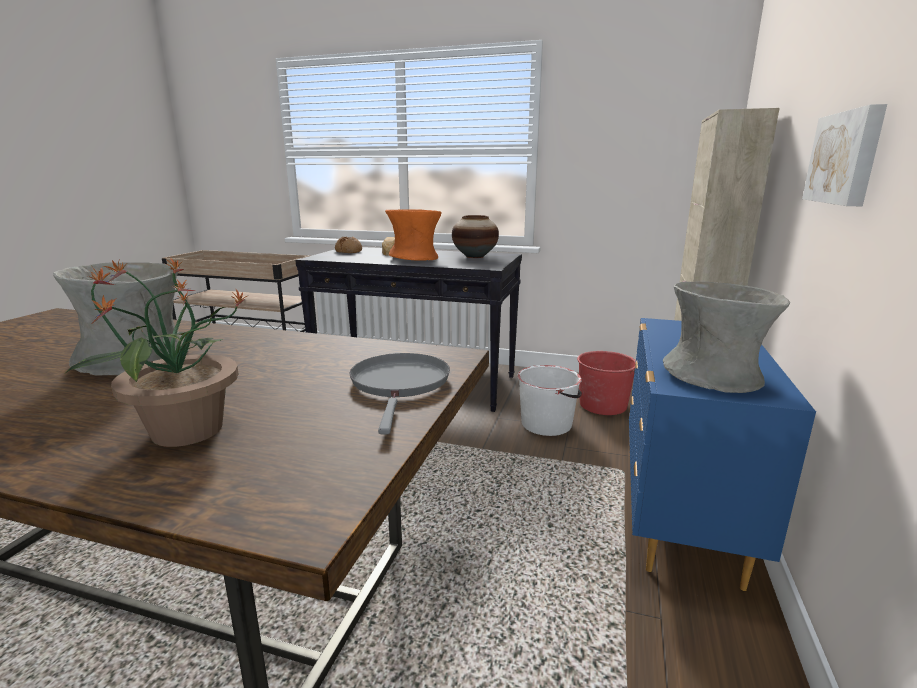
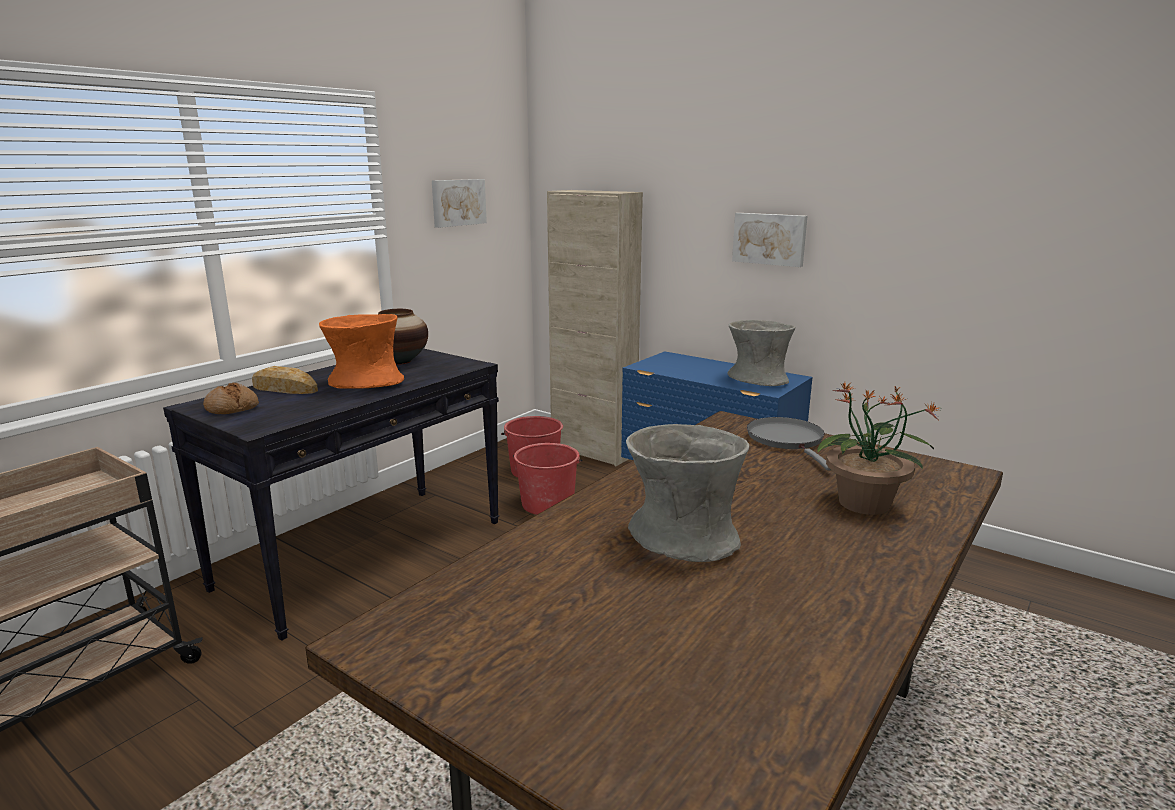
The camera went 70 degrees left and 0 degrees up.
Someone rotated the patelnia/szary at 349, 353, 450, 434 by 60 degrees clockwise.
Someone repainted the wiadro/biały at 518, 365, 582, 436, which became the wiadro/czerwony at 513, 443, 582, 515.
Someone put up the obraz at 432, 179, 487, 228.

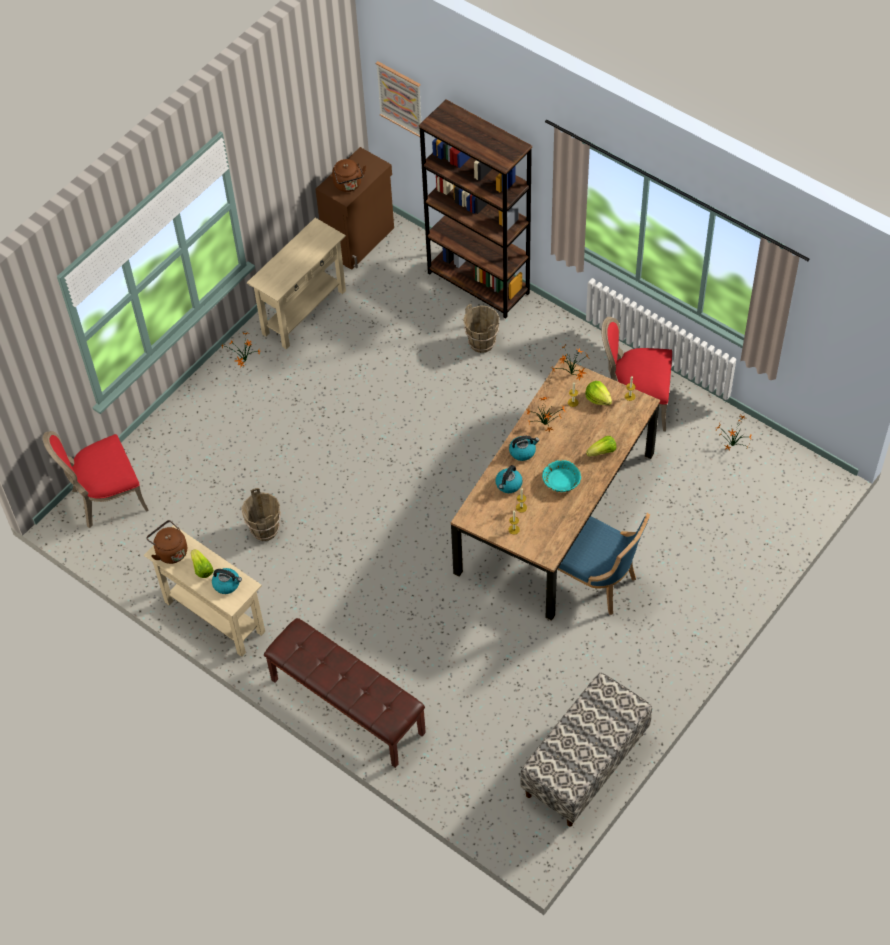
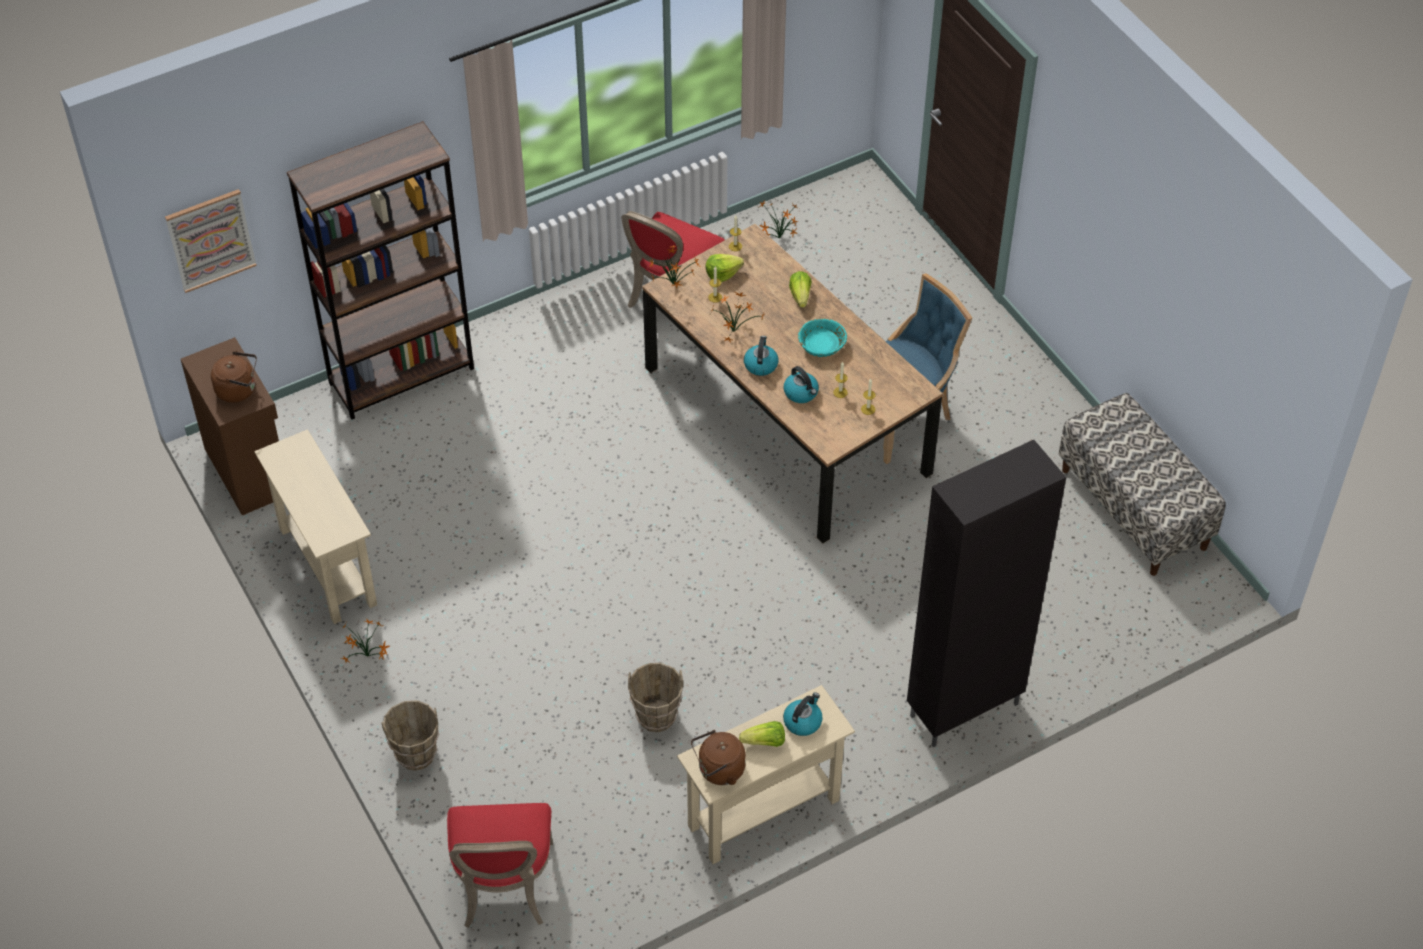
The camera went 70 degrees left and 5 degrees down.
Someone carried the wiadro/brązowy from 463, 304, 499, 353 to 381, 700, 439, 771.
Someone swapped the ławka/brązowy at 264, 618, 426, 768 for the szafka/czarny at 907, 440, 1066, 747.

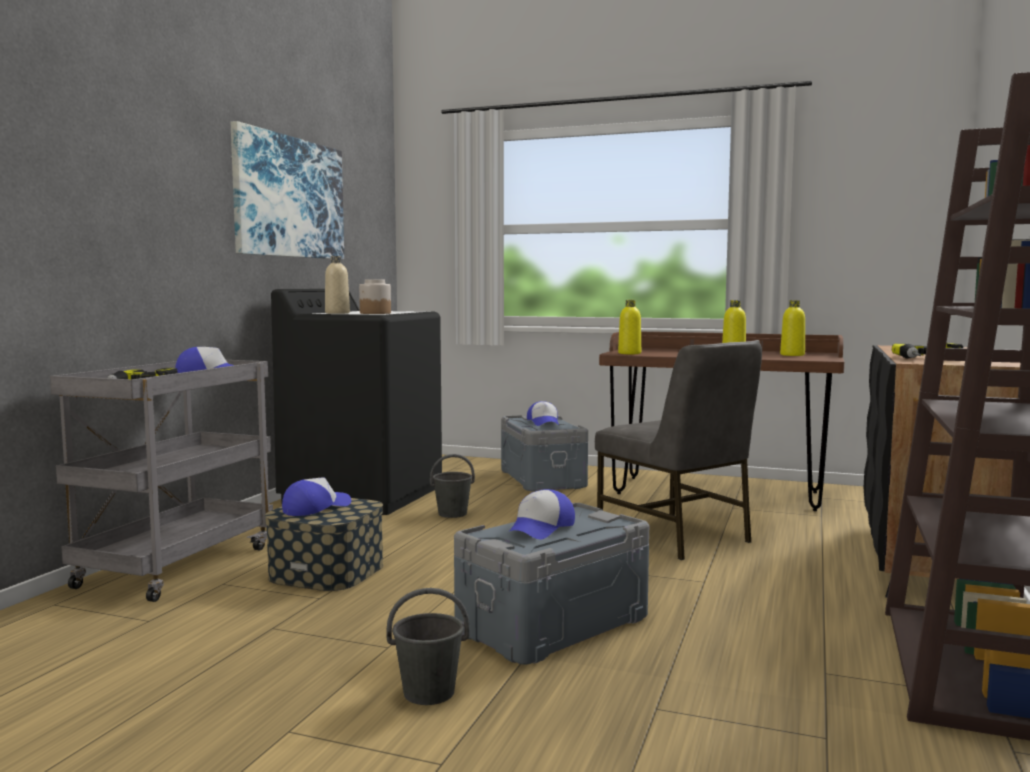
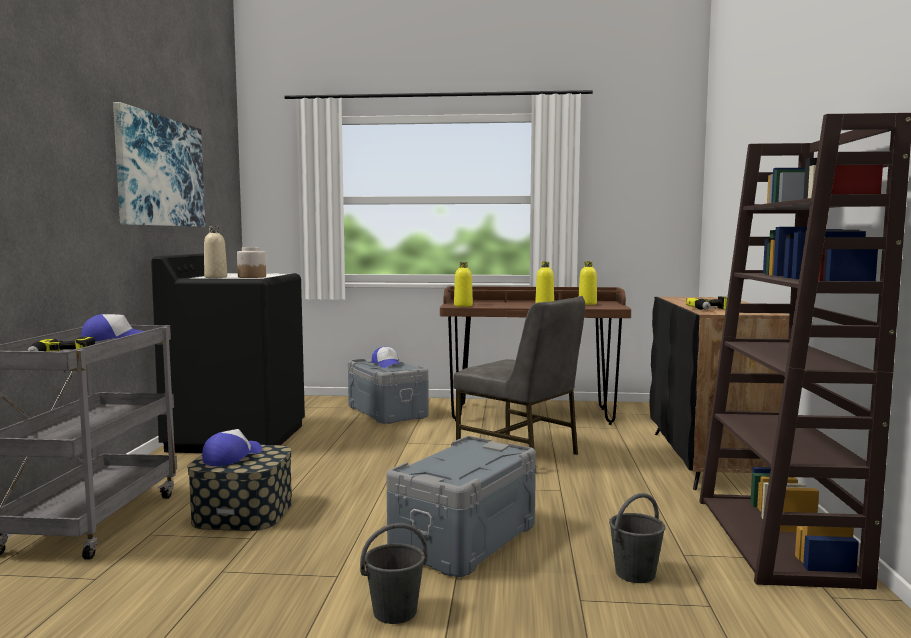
The camera went 15 degrees left and 0 degrees up.
Someone carried the wiadro/szary from 430, 454, 475, 518 to 609, 493, 665, 583.
Someone took away the czapka z daszkiem at 507, 489, 575, 539.

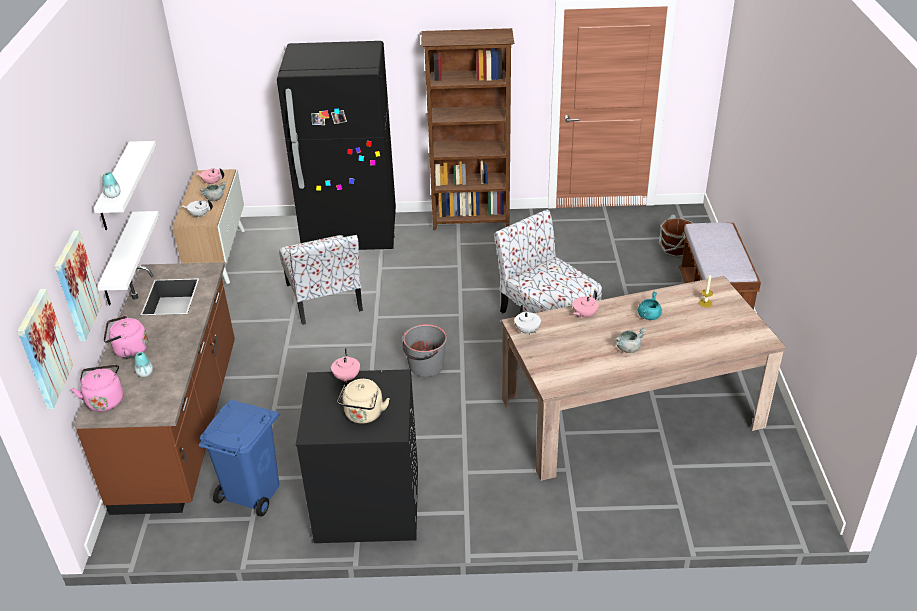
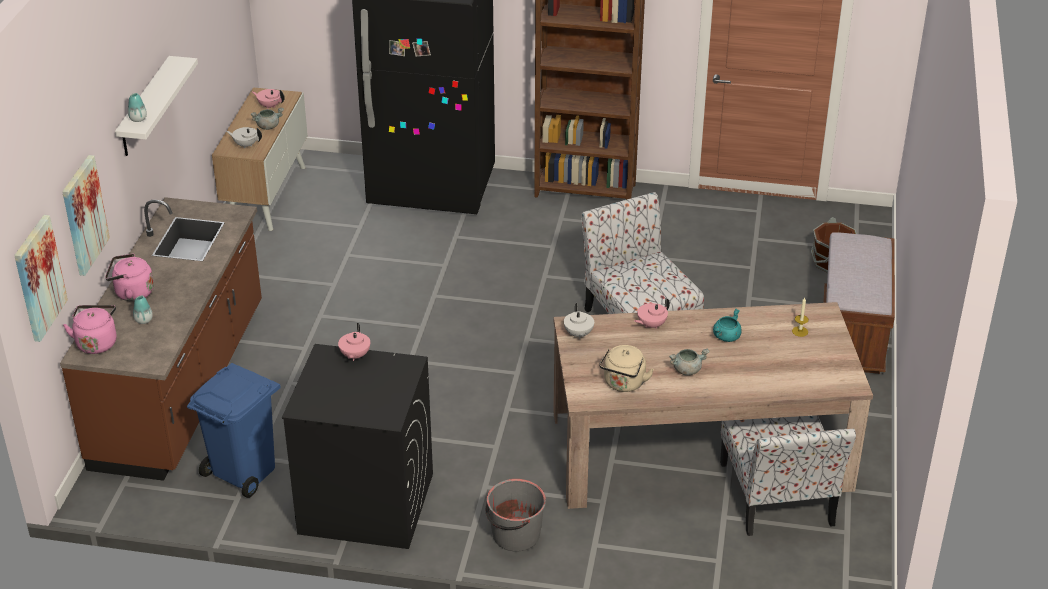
The camera went 10 degrees right and 0 degrees up.
Someone took away the półka/biały at 97, 211, 159, 306.
Someone carried the krzesło from 279, 235, 363, 325 to 720, 415, 856, 536.
Someone carried the wiadro/szary from 403, 324, 447, 377 to 486, 479, 546, 552.
Someone carried the czajnik/beżowy from 337, 379, 390, 424 to 599, 345, 654, 392.

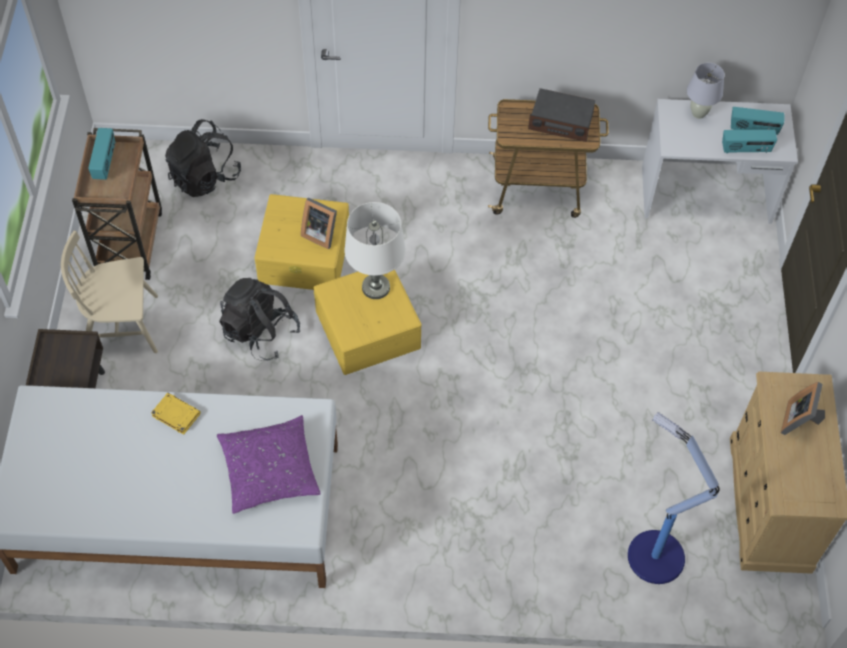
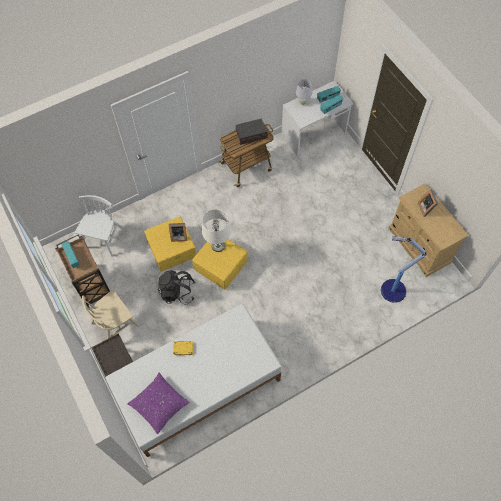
The camera went 30 degrees left and 5 degrees up.
Someone swapped the plecak/czarny at 165, 119, 241, 197 for the krzesło/biały at 75, 195, 124, 257.
Someone carried the poduszka/fioletowy from 217, 415, 321, 514 to 127, 373, 189, 434.

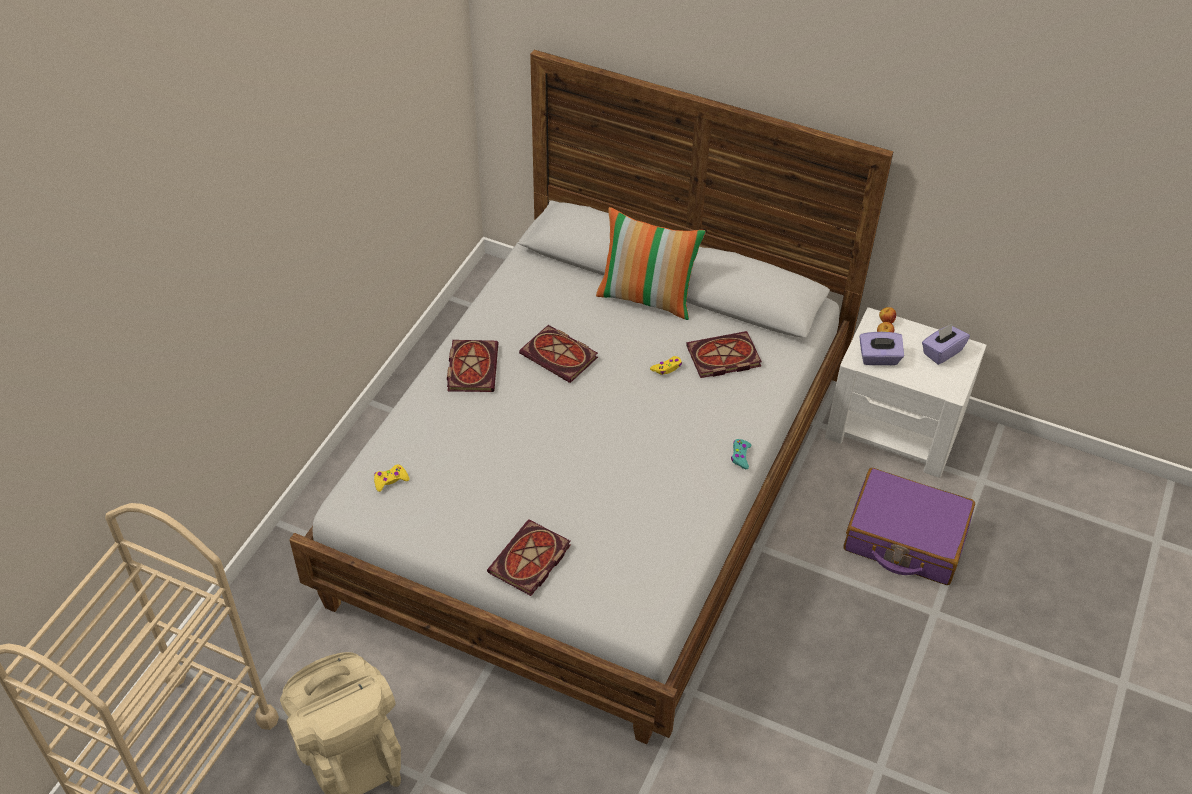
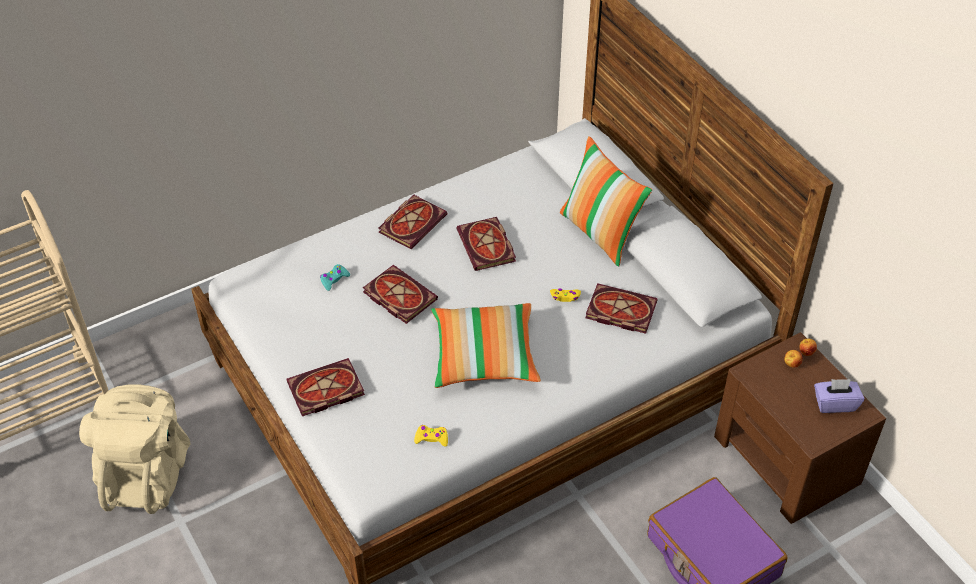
The camera went 35 degrees right and 0 degrees up.
Someone repainted the szafka nocna/biały at 825, 307, 987, 478, which became the szafka nocna/brązowy at 714, 332, 886, 524.
Someone took away the pudełko chusteczek/fioletowy at 859, 332, 904, 365.
Someone carried the pad do gier/turkusowy from 731, 439, 751, 469 to 320, 264, 350, 291.
Someone carried the pad do gier/żółty from 374, 464, 409, 492 to 414, 425, 448, 447.
Someone put down the książka at 363, 265, 438, 324.
Someone put down the poduszka at 431, 303, 541, 388.

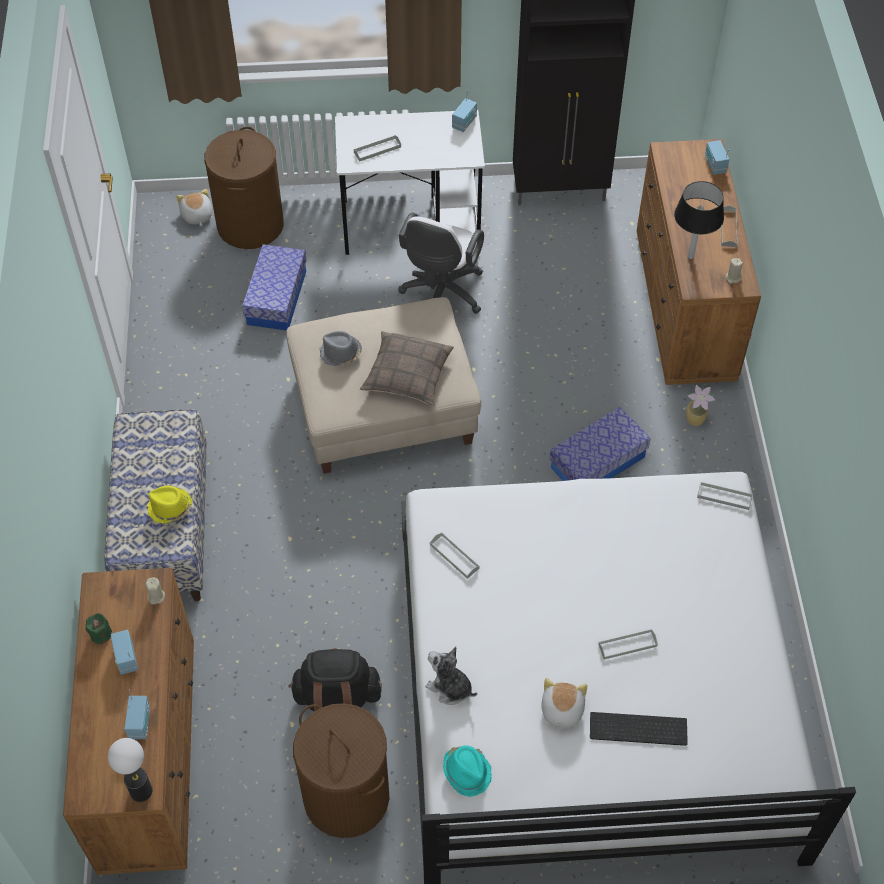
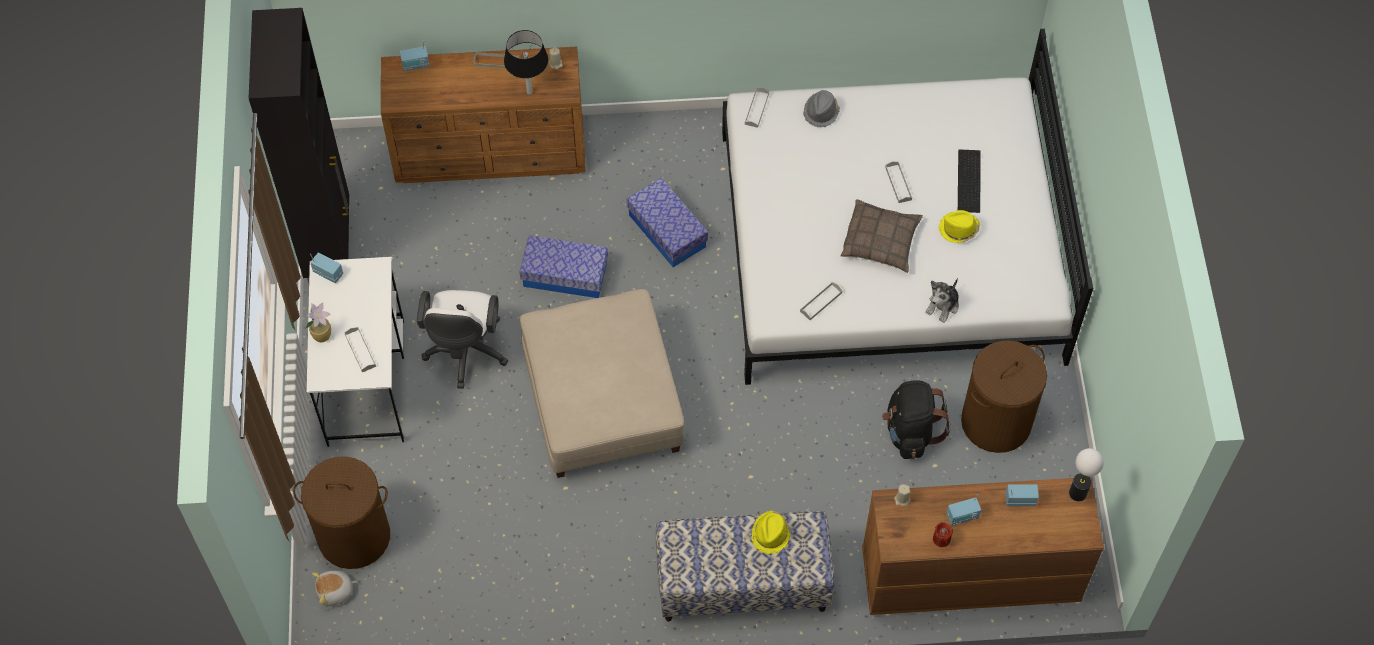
The camera went 90 degrees left and 5 degrees up.
Someone rotated the krzesło biurowe/biały at 398, 213, 484, 314 by 75 degrees clockwise.
Someone carried the pojemnik do przechowywania from 242, 244, 307, 331 to 520, 235, 608, 298.
Someone carried the kapelusz/szary from 320, 331, 362, 366 to 803, 90, 840, 127.
Someone carried the poduszka from 360, 331, 454, 406 to 841, 199, 923, 273.
Someone carried the roślina doniczkowa from 686, 385, 715, 426 to 305, 303, 331, 342.
Someone repainted the świeca/zielony at 86, 613, 112, 645, which became the świeca/czerwony at 933, 522, 953, 547.
Someone swapped the pluszak at 541, 678, 587, 733 for the kapelusz/żółty at 938, 210, 980, 243.
Someone took away the kapelusz/turkusowy at 443, 746, 492, 797.

